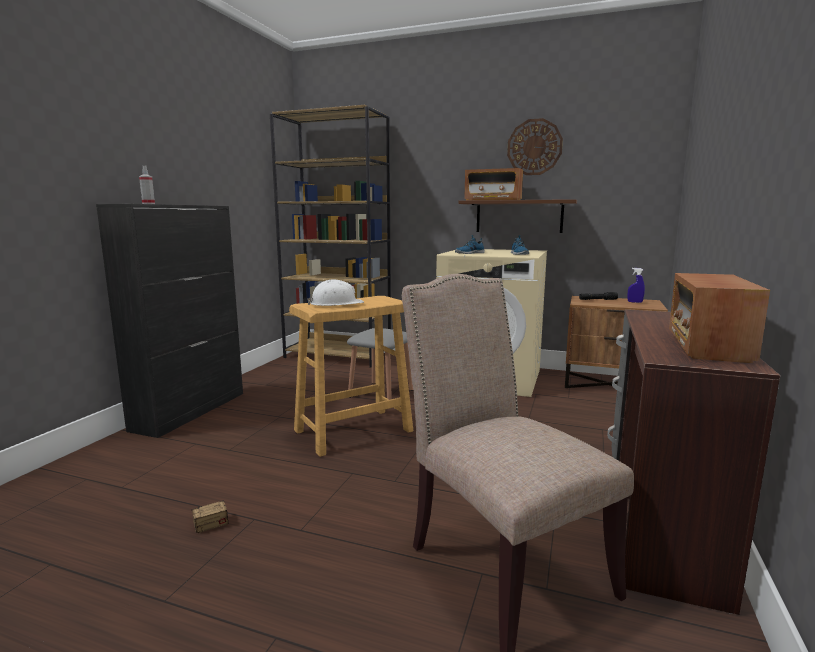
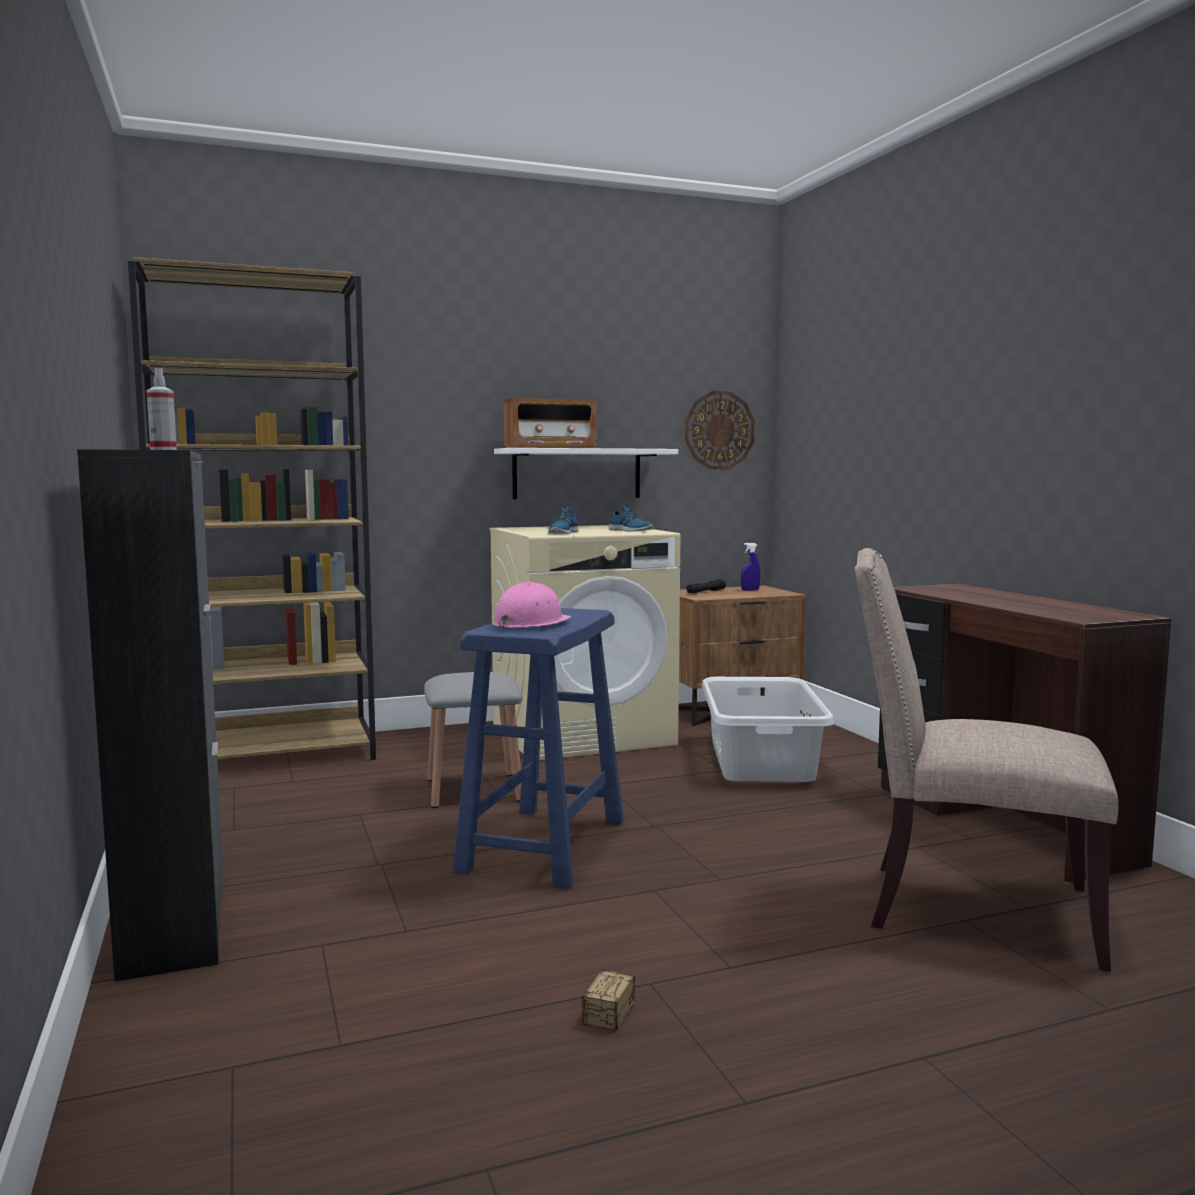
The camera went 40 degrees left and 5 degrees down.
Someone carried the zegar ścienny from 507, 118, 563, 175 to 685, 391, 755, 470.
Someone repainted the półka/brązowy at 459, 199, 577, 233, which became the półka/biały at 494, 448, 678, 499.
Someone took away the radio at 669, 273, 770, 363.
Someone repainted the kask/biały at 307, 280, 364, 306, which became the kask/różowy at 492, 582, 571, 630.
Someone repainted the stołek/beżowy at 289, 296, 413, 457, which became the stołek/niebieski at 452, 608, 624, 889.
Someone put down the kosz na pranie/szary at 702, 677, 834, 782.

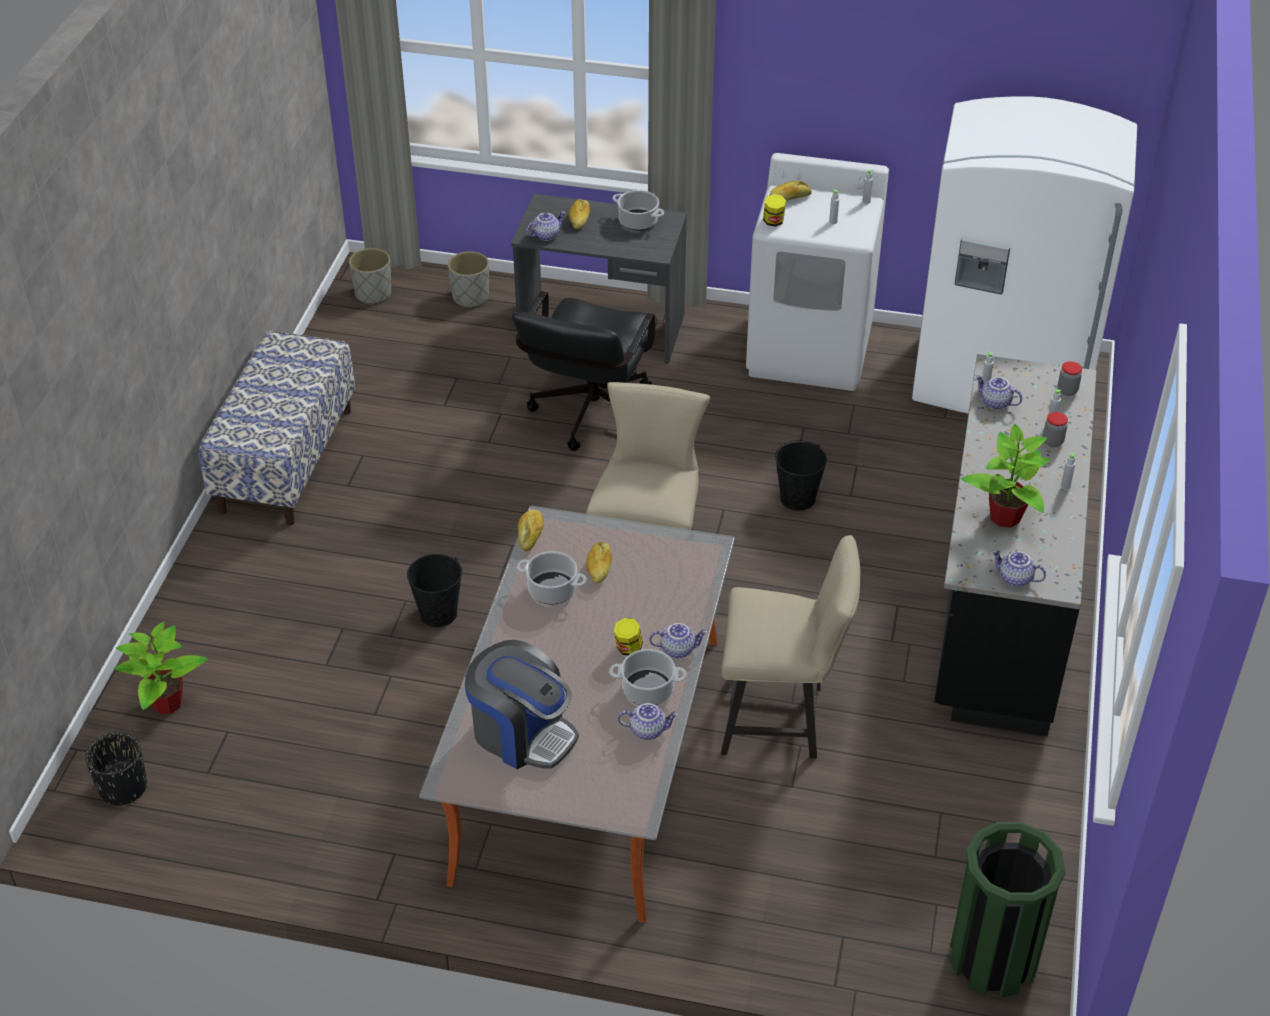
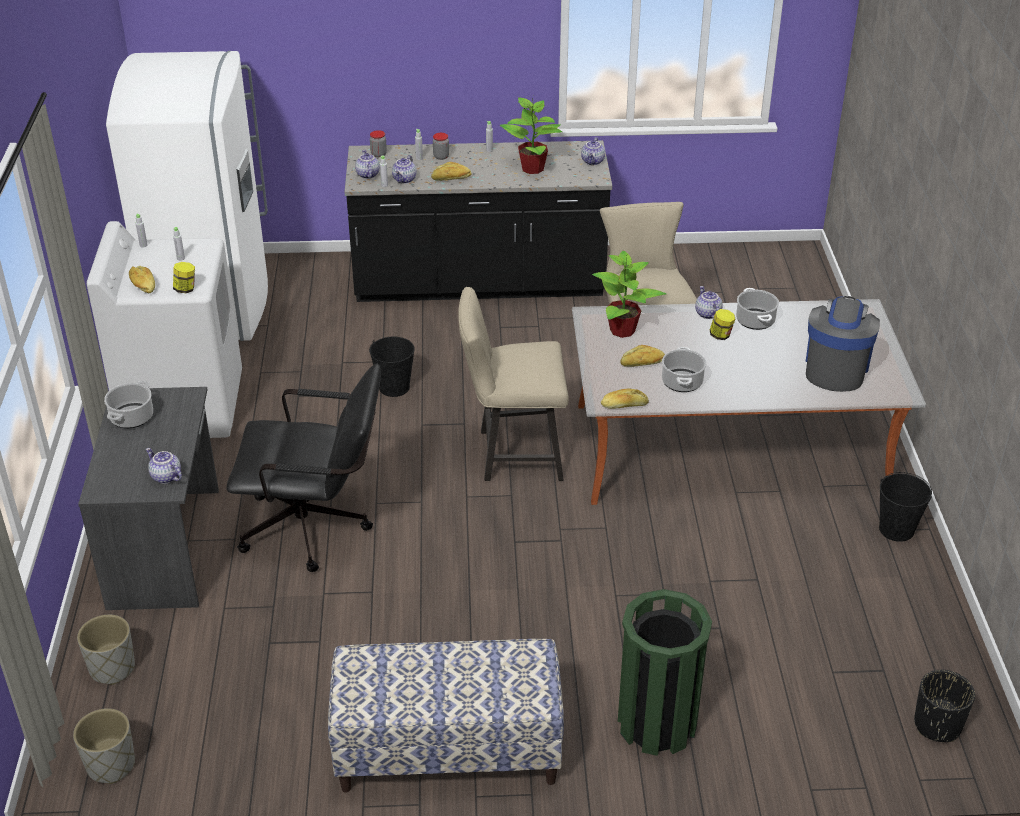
The camera went 105 degrees left and 5 degrees down.
Someone carried the chleb from 569, 199, 590, 229 to 431, 162, 472, 181.
Someone carried the wiadro/czarny from 407, 554, 462, 627 to 879, 472, 932, 542.
Someone carried the roślina doniczkowa from 114, 622, 208, 714 to 592, 251, 666, 338.
Someone carried the imbryk from 618, 703, 678, 740 to 355, 150, 380, 179.
Someone carried the kosz na śmieci/zielony from 950, 822, 1066, 997 to 618, 589, 712, 756.

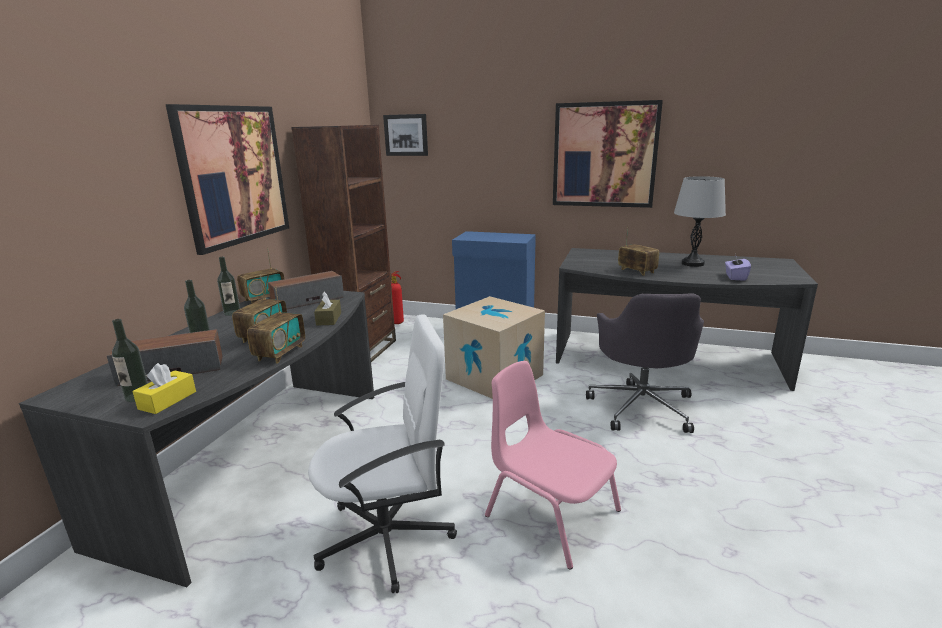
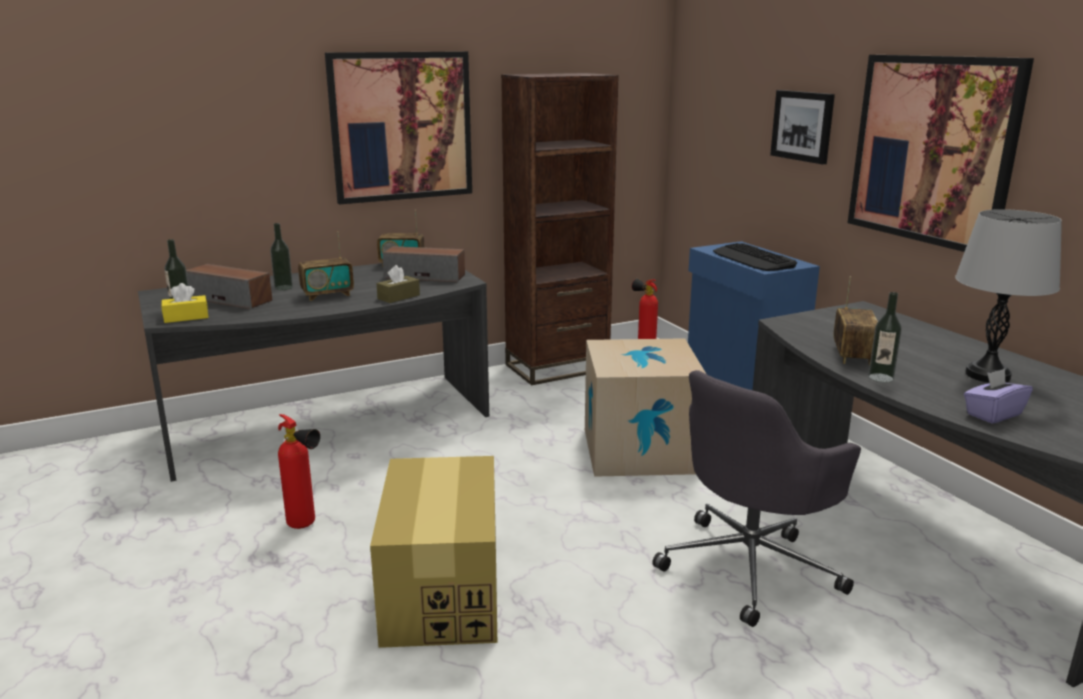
The camera went 45 degrees right and 0 degrees up.
Someone carried the obraz from 383, 114, 428, 156 to 770, 90, 835, 164.
Someone carried the butelka from 217, 257, 240, 316 to 868, 292, 902, 383.
Someone took away the radio at 247, 286, 305, 364.
Someone swapped the krzesło biurowe/biały at 308, 314, 457, 593 for the gaśnica at 278, 414, 320, 529.
Someone swapped the krzesło/różowy at 485, 361, 621, 569 for the karton at 370, 456, 497, 648.
Someone put down the klawiatura at 713, 243, 797, 271.

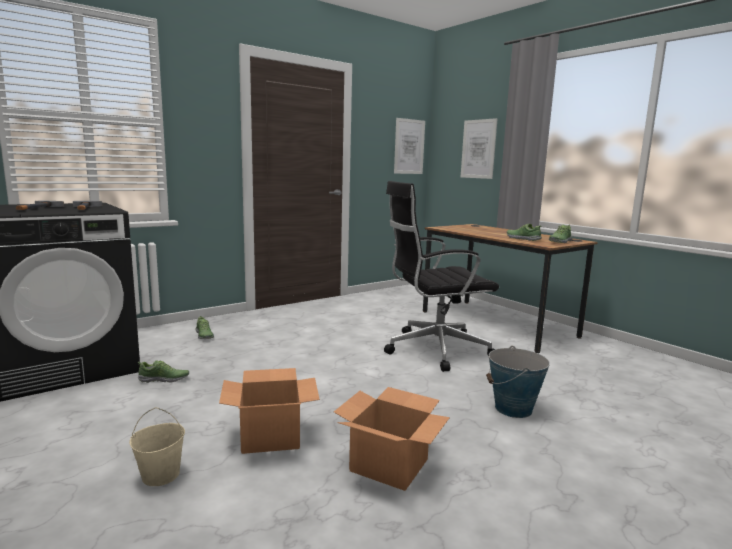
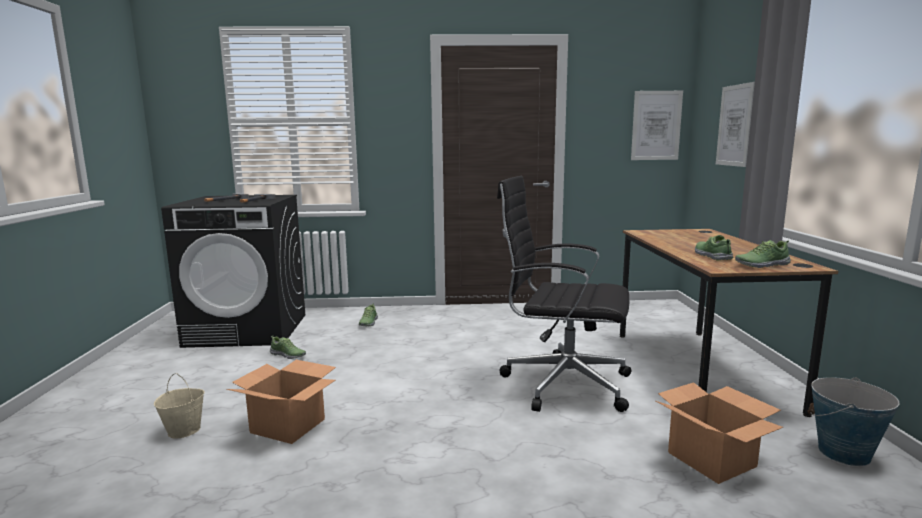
The camera went 35 degrees right and 0 degrees up.
Someone carried the wiadro from 486, 346, 550, 418 to 807, 377, 900, 466.
Someone carried the karton from 334, 387, 450, 491 to 656, 382, 783, 484.

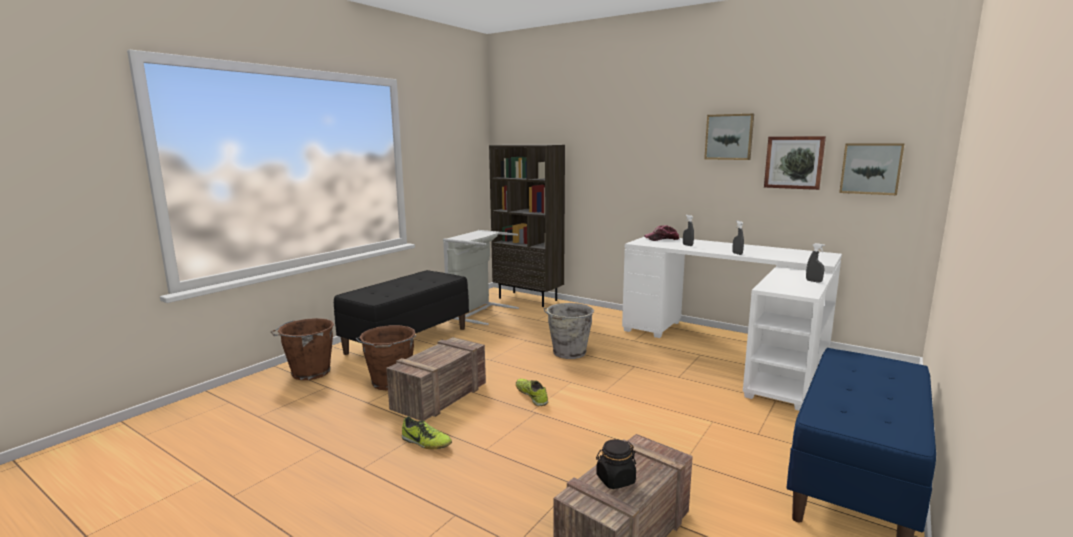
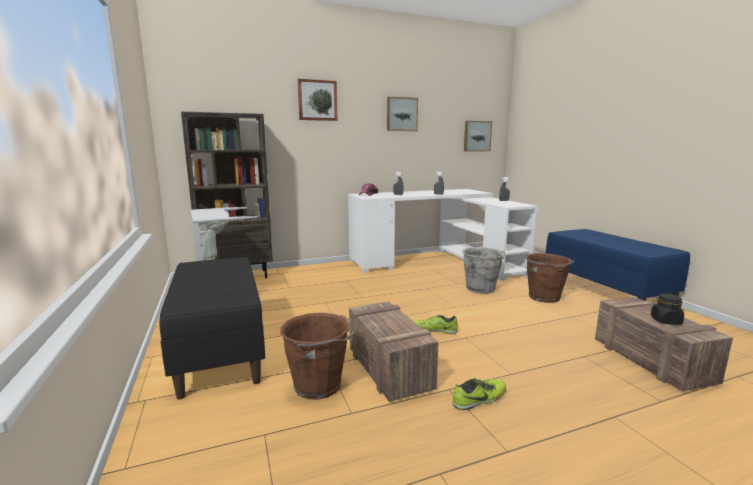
The camera went 55 degrees left and 0 degrees up.
Someone carried the obraz from 764, 136, 826, 190 to 298, 79, 337, 121.
Someone carried the wiadro/szary from 544, 303, 594, 359 to 462, 247, 505, 294.
Someone carried the wiadro/brązowy from 271, 318, 334, 380 to 526, 253, 574, 303.

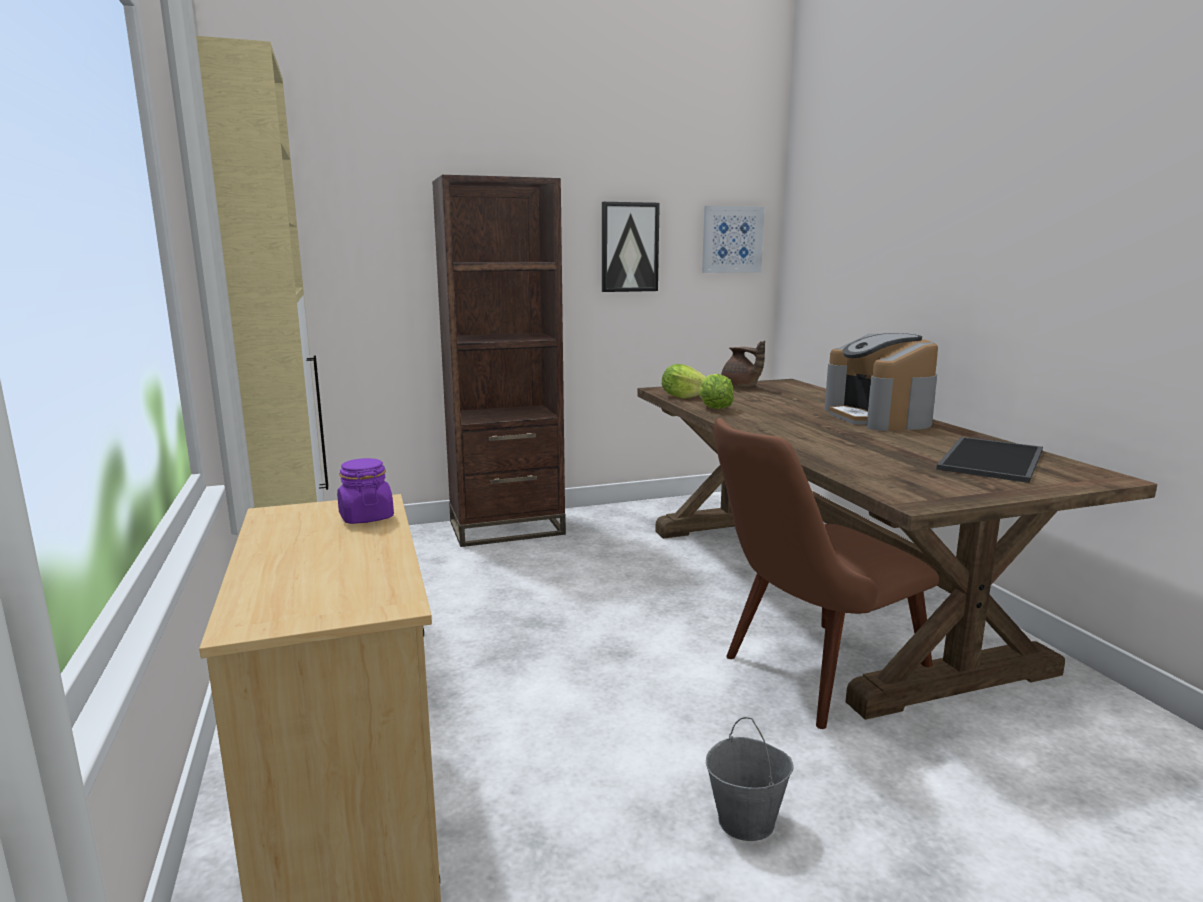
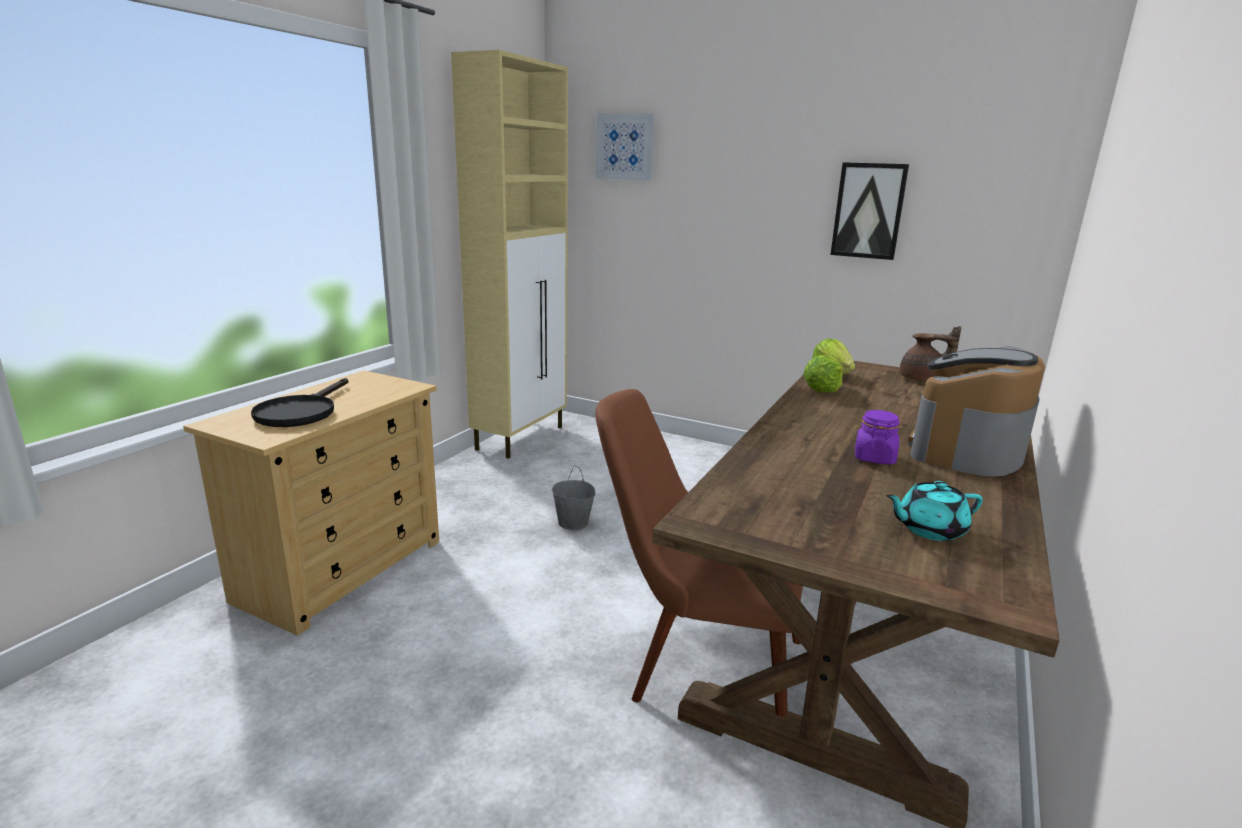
The camera went 45 degrees right and 5 degrees up.
Someone took away the regał/brązowy at 432, 175, 566, 547.
Someone carried the obraz from 702, 206, 765, 273 to 596, 114, 654, 181.
Someone rotated the imbryk/brązowy at 721, 340, 765, 388 by 90 degrees counterclockwise.
Someone swapped the taca at 936, 437, 1043, 483 for the imbryk/turkusowy at 886, 481, 983, 541.
Someone carried the słoik/fioletowy from 337, 458, 394, 524 to 855, 410, 900, 464.
Someone carried the wiadro/szary from 706, 717, 794, 841 to 551, 465, 596, 530.
Someone put down the patelnia/czarny at 251, 378, 348, 427.

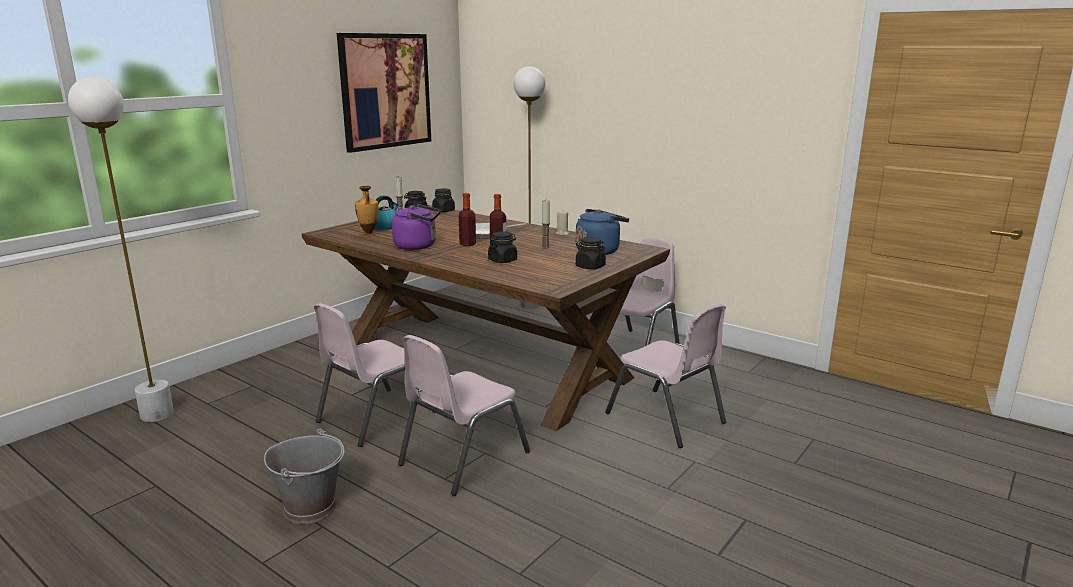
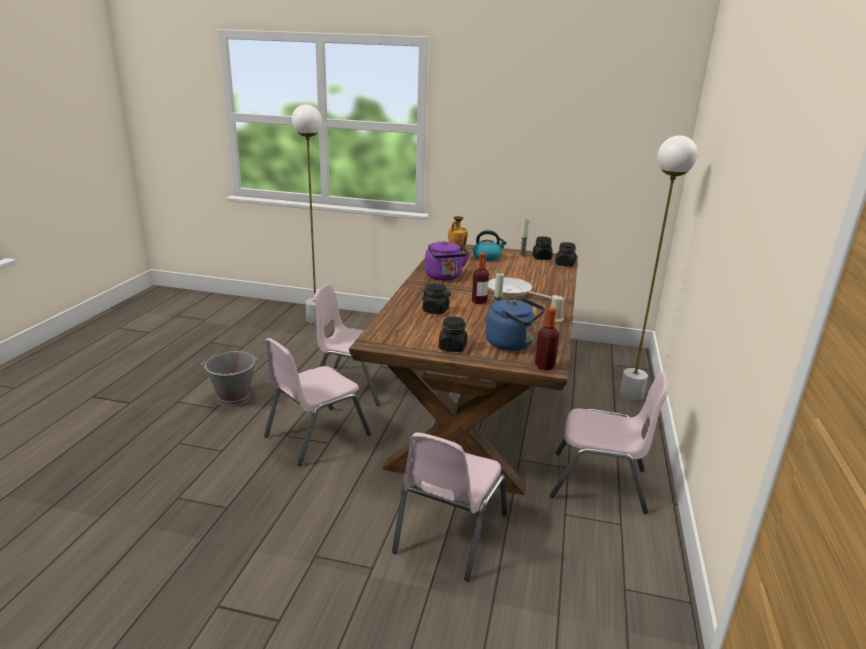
The camera went 65 degrees right and 5 degrees up.
Someone took away the obraz at 337, 33, 431, 153.
Someone carried the butelka from 459, 193, 476, 246 to 535, 307, 559, 370.
Someone rotated the krzesło/różowy at 398, 335, 530, 496 by 60 degrees counterclockwise.

